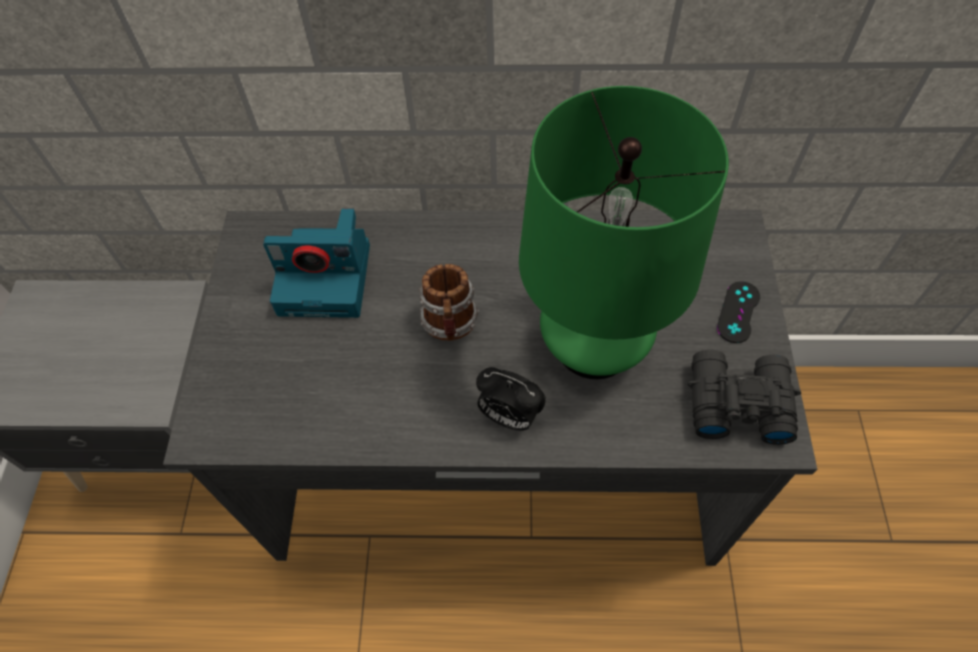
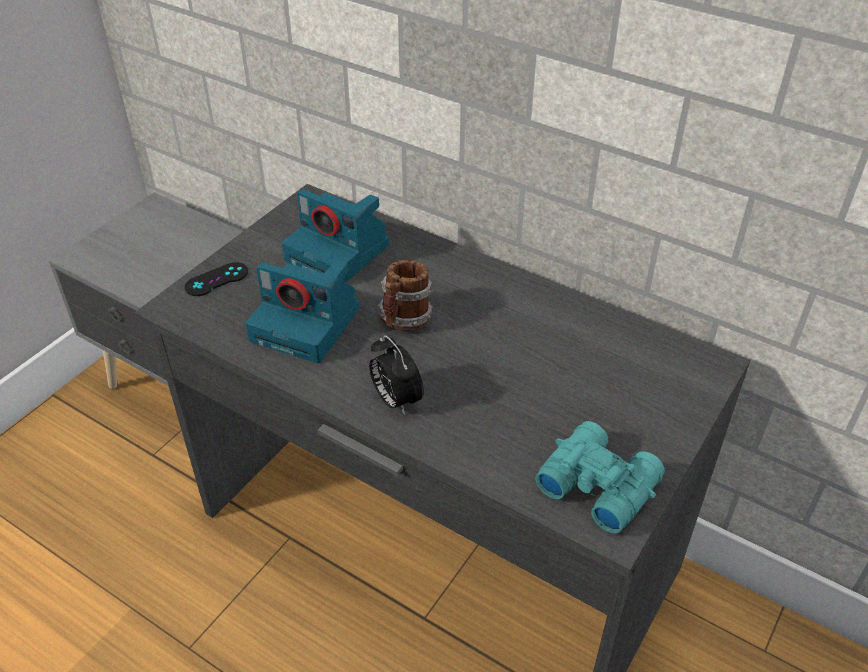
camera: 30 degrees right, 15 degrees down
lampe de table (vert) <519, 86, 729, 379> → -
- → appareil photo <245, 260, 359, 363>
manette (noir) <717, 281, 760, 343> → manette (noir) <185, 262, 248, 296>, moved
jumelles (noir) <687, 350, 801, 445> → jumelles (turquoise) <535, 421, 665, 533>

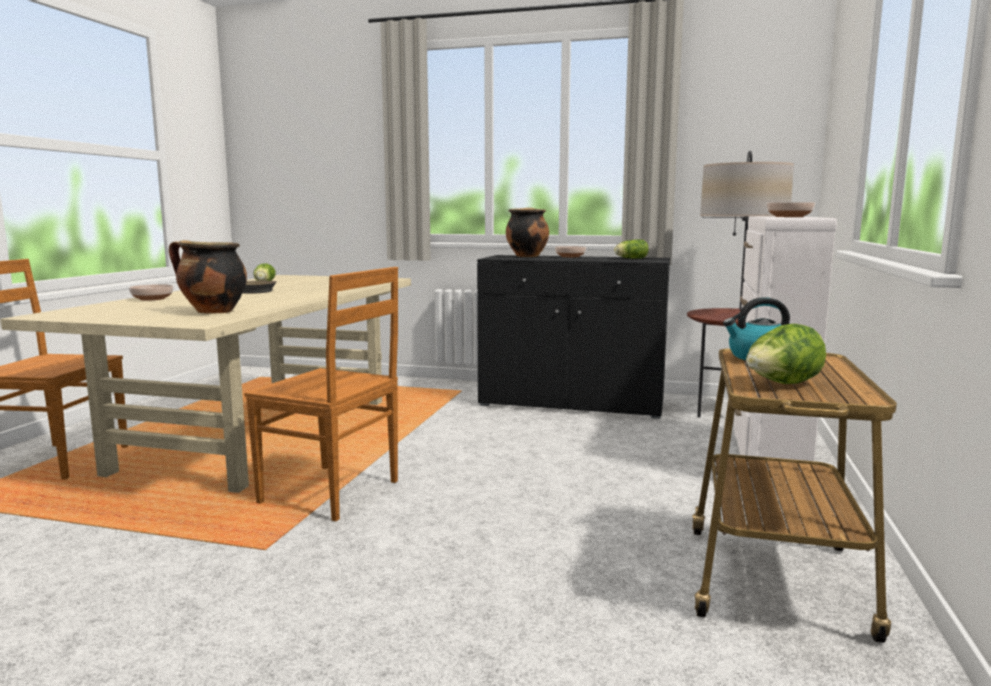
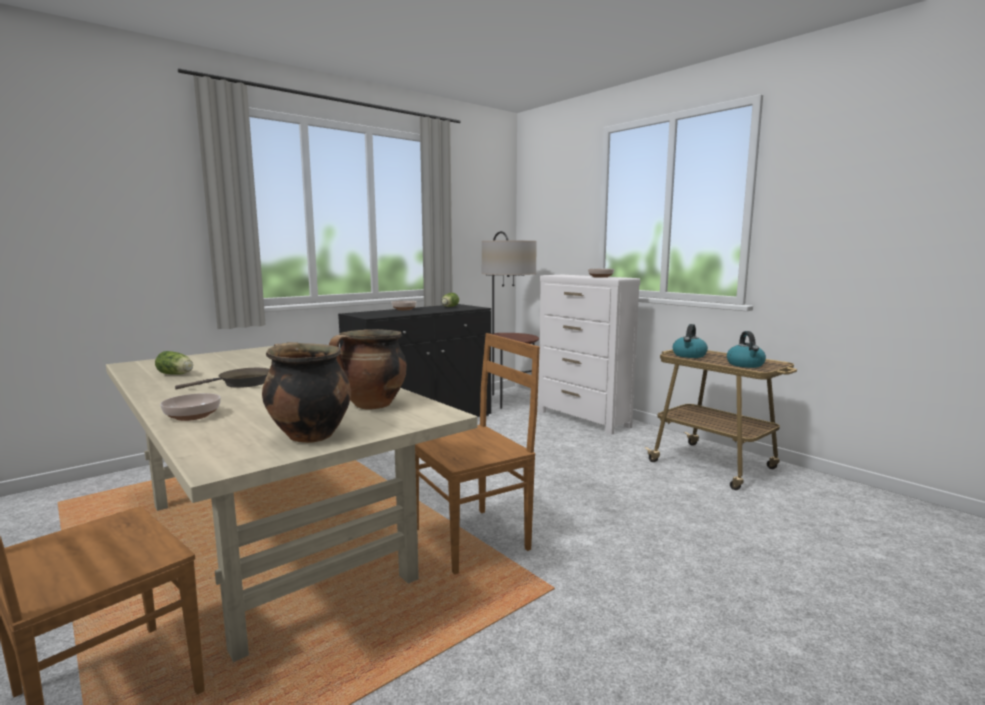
camera: 55 degrees left, 0 degrees up
marmite <506, 208, 549, 257> → marmite <262, 342, 351, 443>, moved
laitue <746, 324, 826, 384> → bouilloire <727, 331, 766, 368>

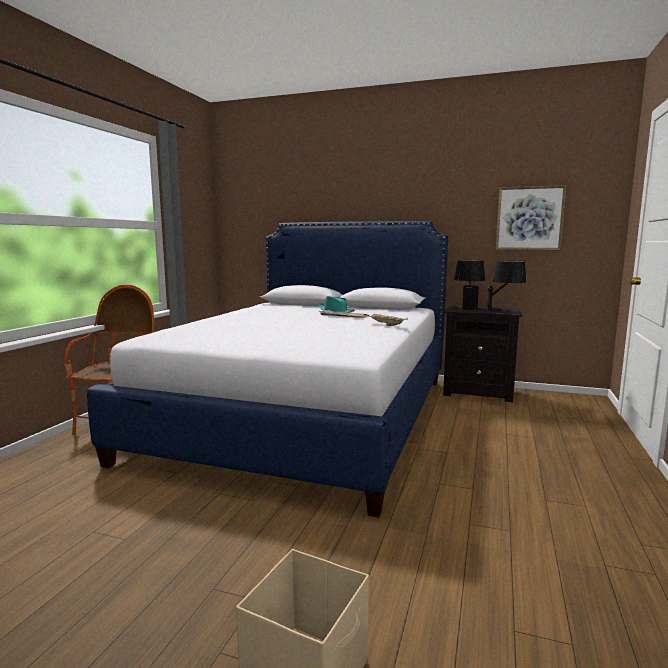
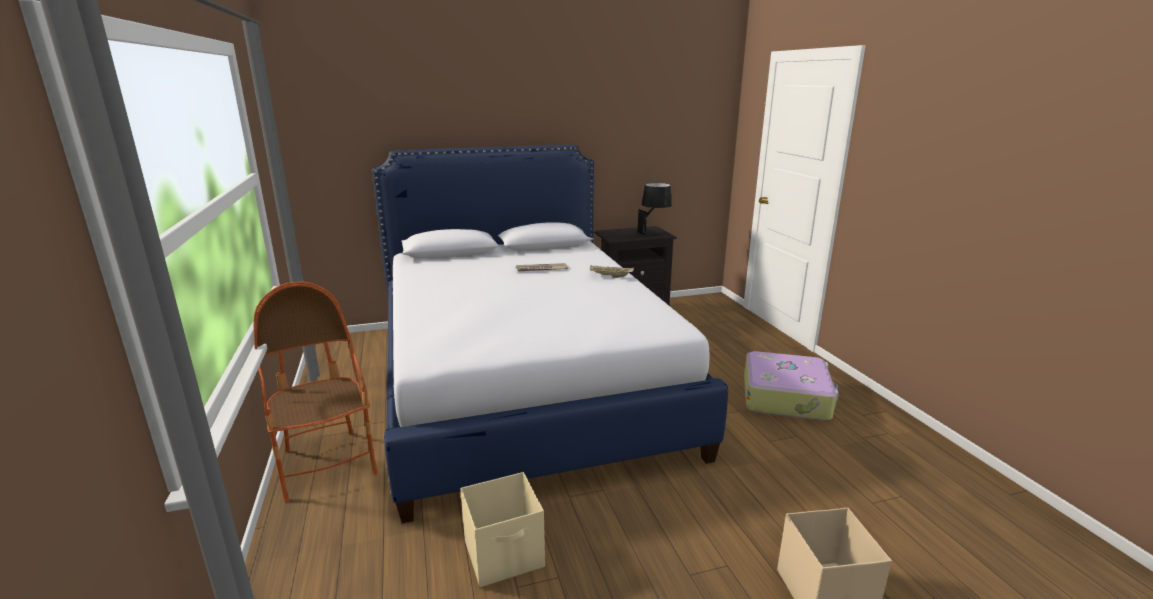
camera: 35 degrees left, 10 degrees up
chapeau (turquoise) <318, 296, 355, 313> → -
lampe de table (noir) <454, 260, 485, 310> → -
tableau <495, 185, 566, 250> → -
- → boîte de rangement (beige) <460, 472, 545, 587>
- → valise <744, 351, 839, 421>

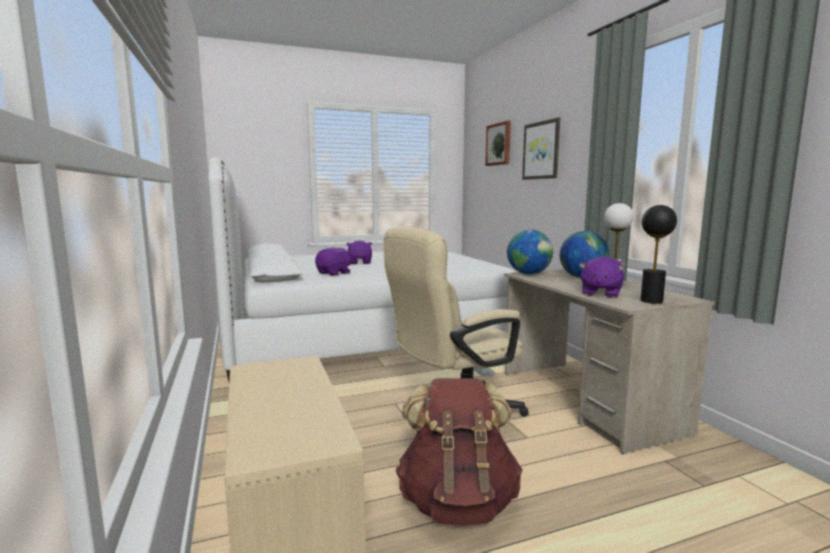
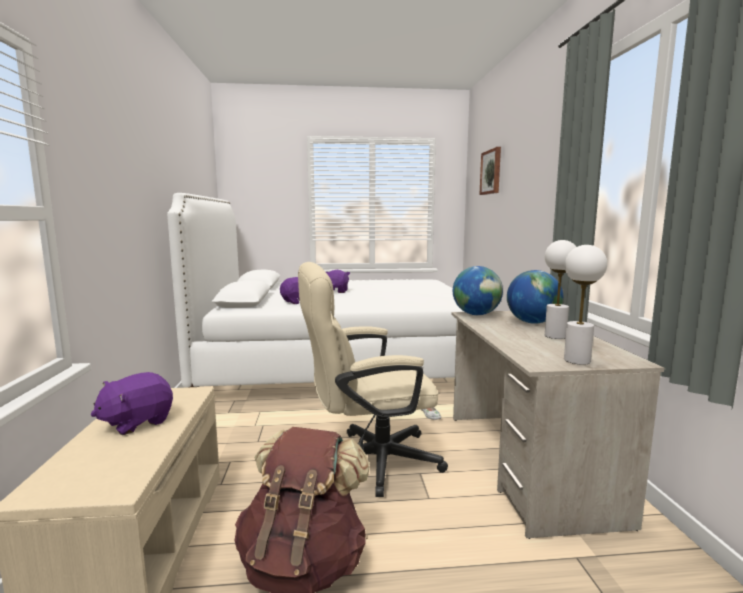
camera: 15 degrees right, 0 degrees up
tableau <522, 118, 560, 180> → -
peluche (violet) <579, 256, 625, 298> → peluche (violet) <91, 372, 173, 435>, moved
lampe de table (noir) <640, 205, 677, 304> → lampe de table (blanc) <564, 245, 607, 365>

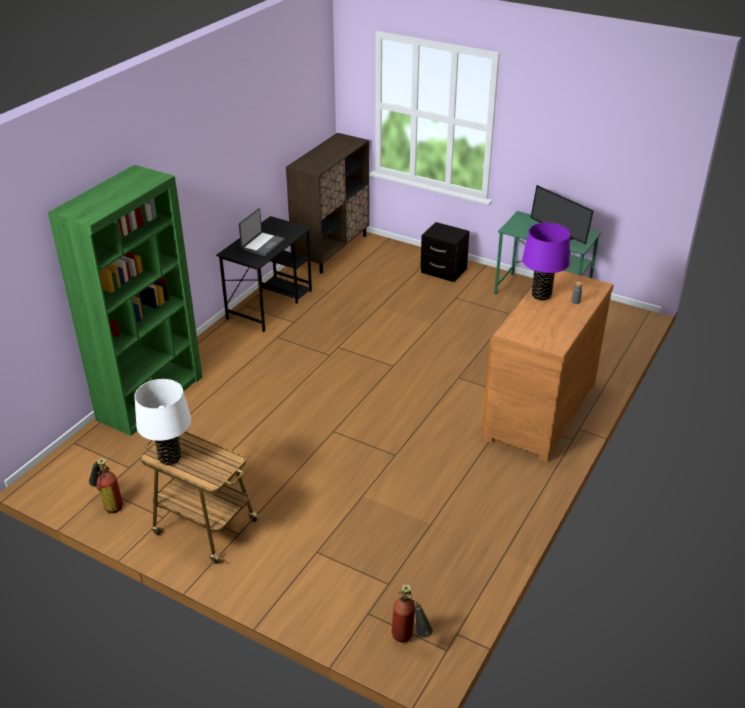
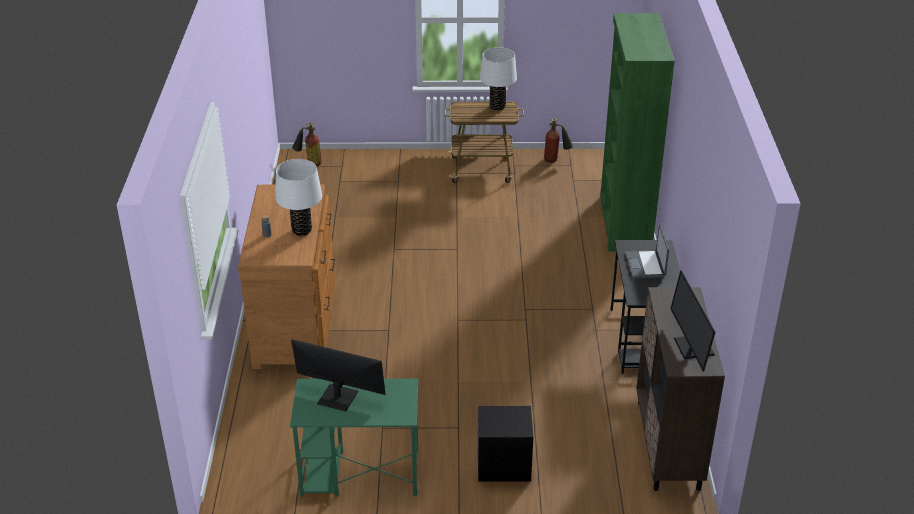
camera: 150 degrees right, 0 degrees up
- → écran d'ordinateur <670, 270, 715, 372>
lampe de table (violet) <522, 222, 570, 301> → lampe de table (blanc) <275, 159, 322, 236>

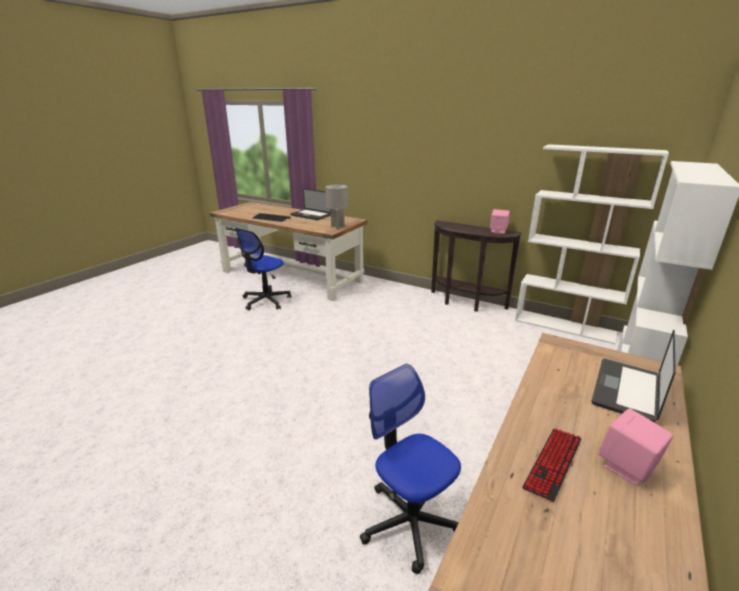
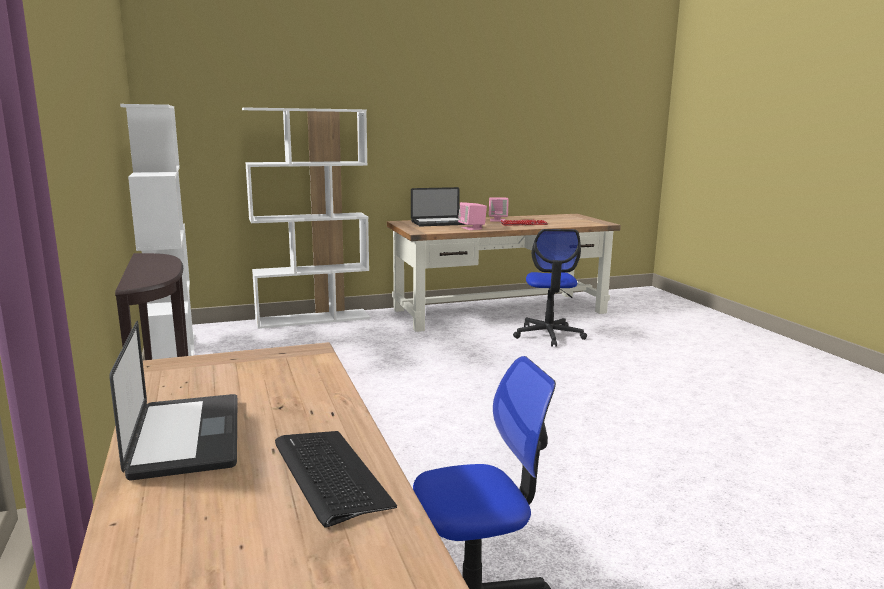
camera: 140 degrees left, 10 degrees down
lampe de table (gris) <325, 184, 348, 229> → -
enceinte (rose) <490, 209, 510, 234> → enceinte (rose) <458, 202, 487, 230>, moved

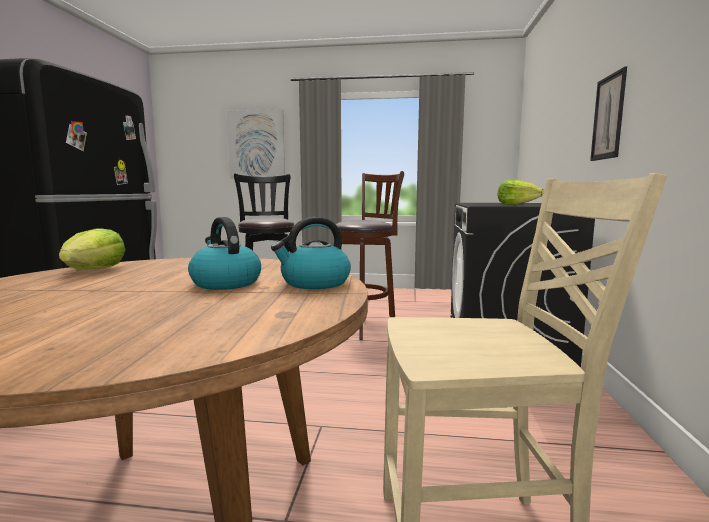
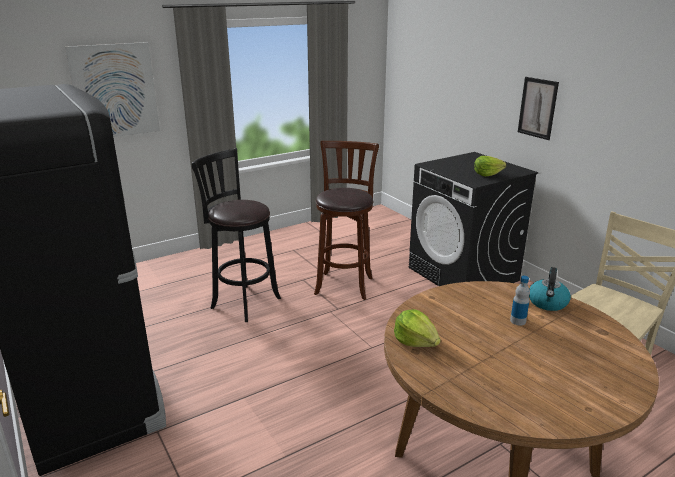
camera: 40 degrees left, 15 degrees up
bouilloire <188, 217, 261, 290> → bouteille <510, 276, 530, 326>

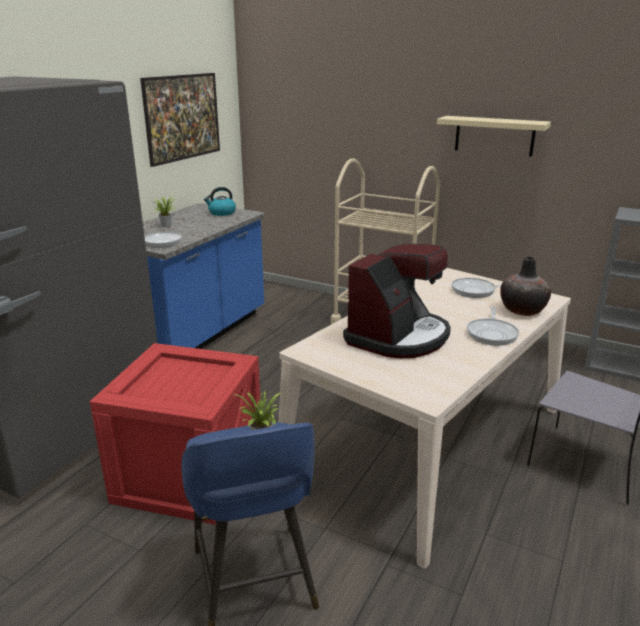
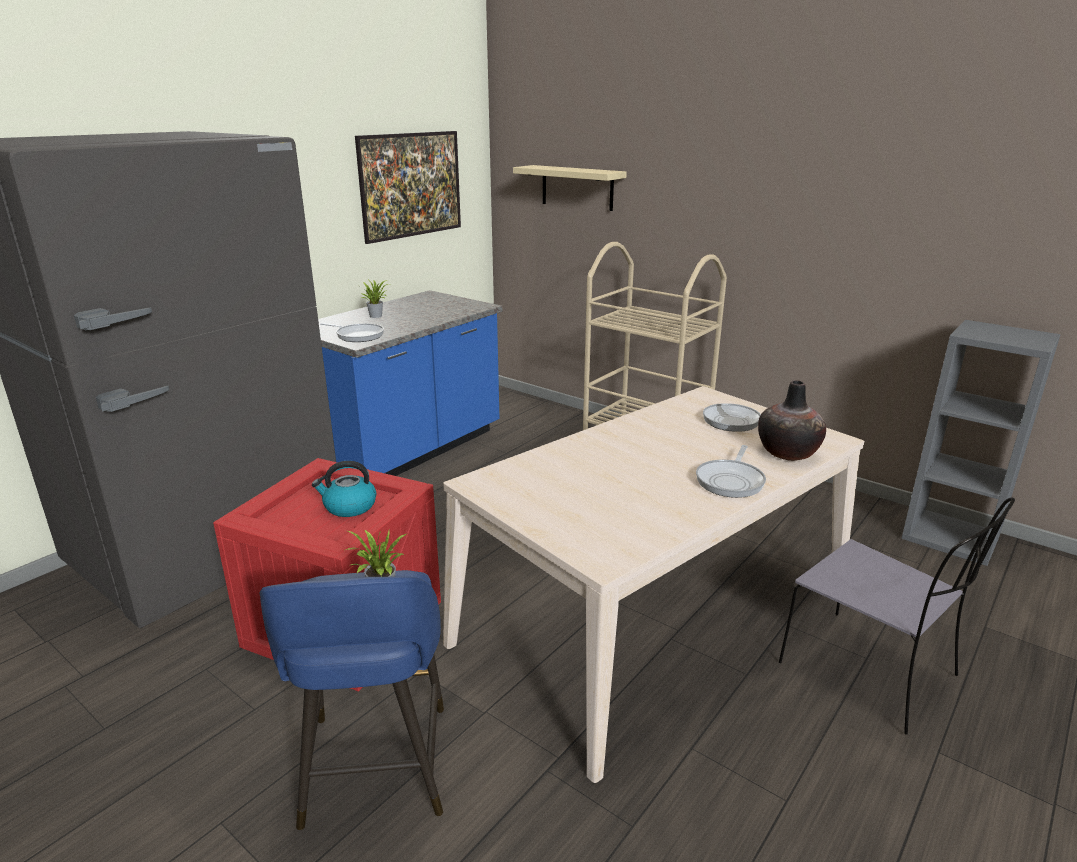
camera: 10 degrees right, 0 degrees up
machine à café <343, 244, 451, 358> → -
bouilloire <204, 187, 236, 216> → bouilloire <312, 461, 376, 517>, moved
étagère (beige) <437, 116, 551, 157> → étagère (beige) <513, 165, 627, 211>, moved

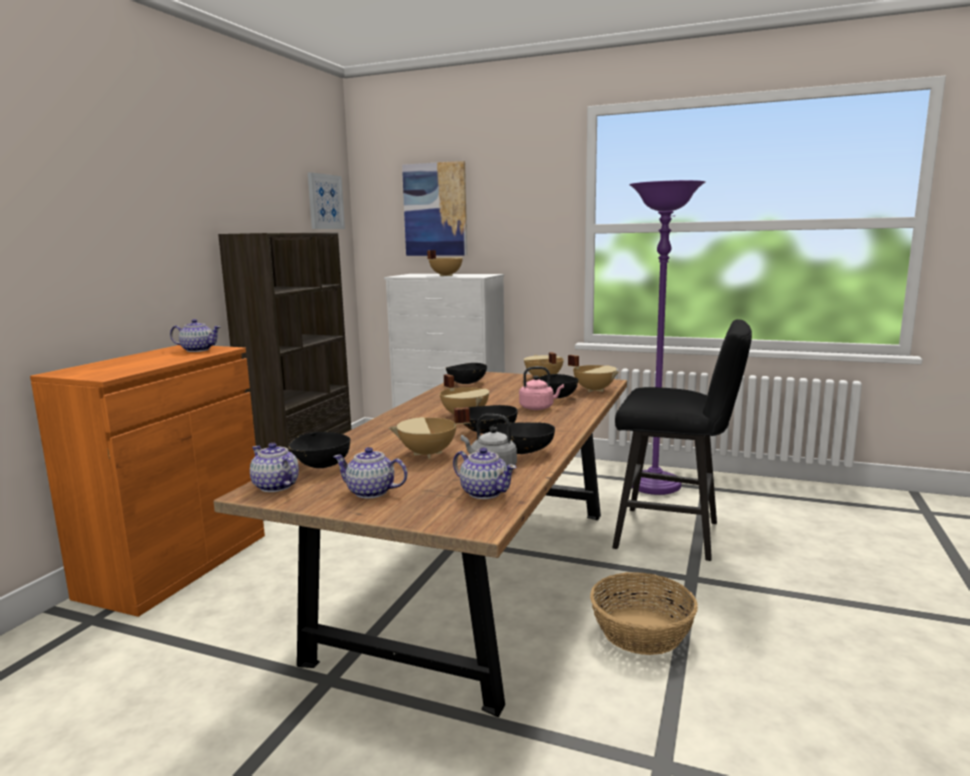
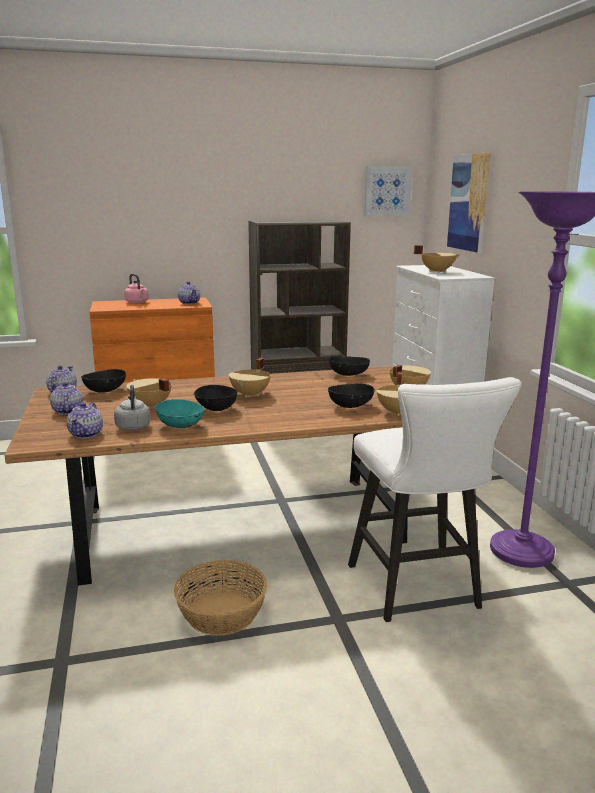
camera: 55 degrees right, 5 degrees up
bouilloire (rose) <519, 366, 564, 410> → bouilloire (rose) <125, 274, 148, 304>, moved
bol (noir) <490, 422, 555, 454> → bol (turquoise) <155, 399, 205, 428>
tabouret (noir) <612, 319, 752, 561> → tabouret (blanc) <348, 377, 521, 622>

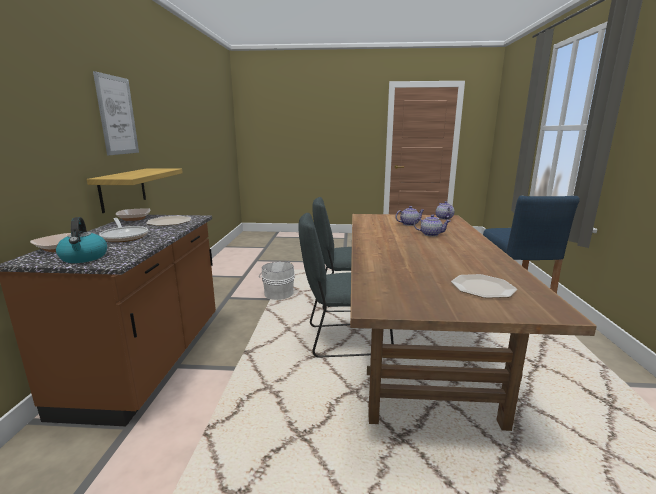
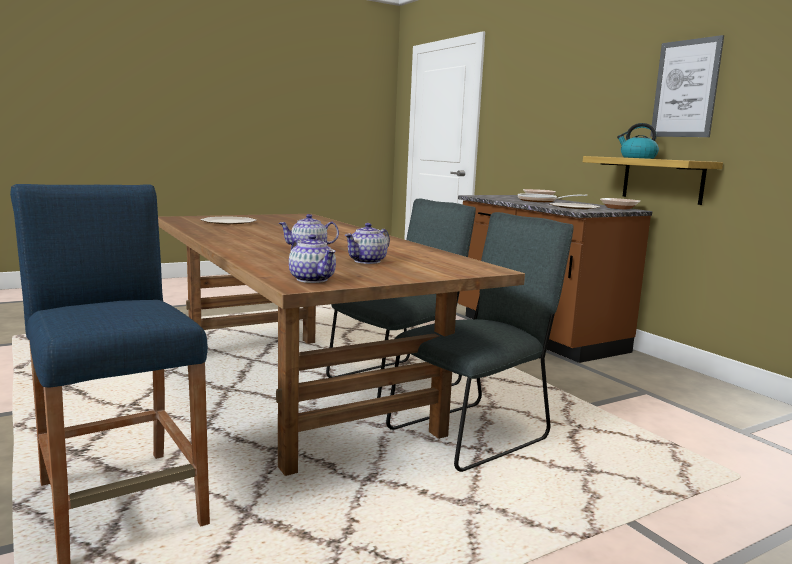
camera: 145 degrees right, 5 degrees down
seau (blanc) <259, 261, 295, 300> → -
bouilloire <56, 217, 107, 263> → bouilloire <617, 123, 659, 159>, moved

